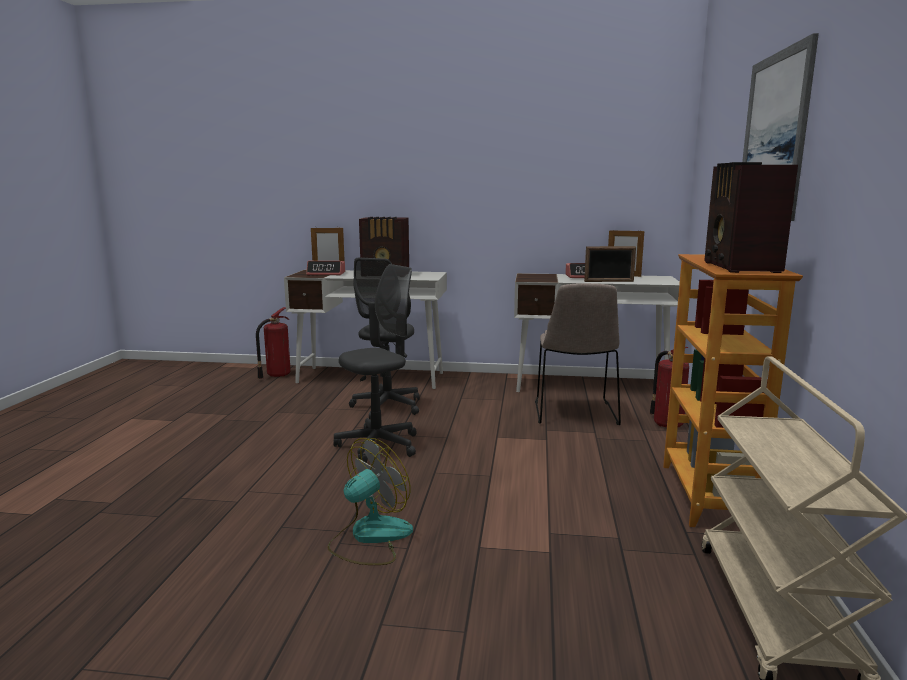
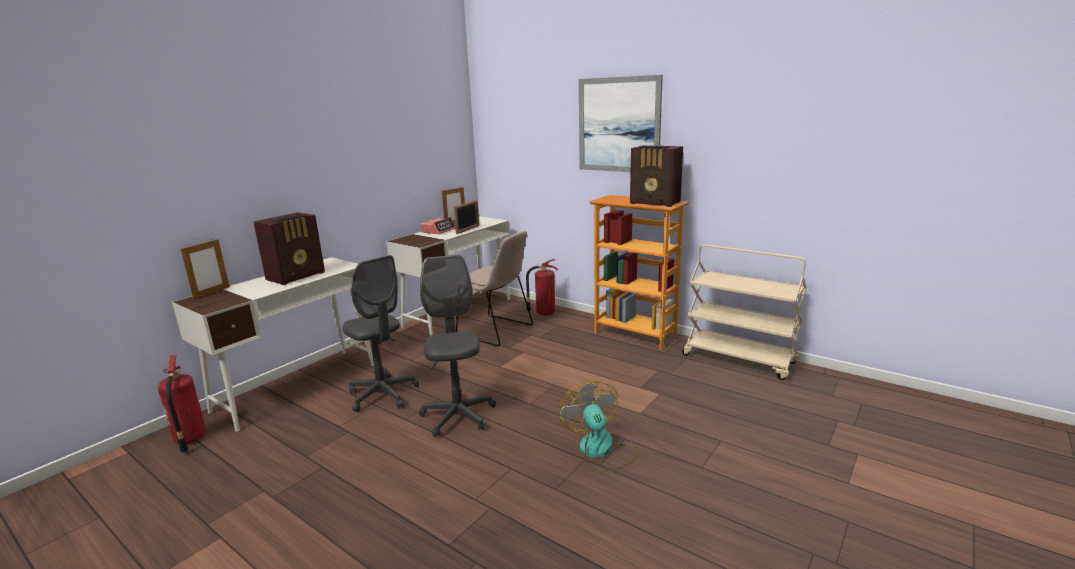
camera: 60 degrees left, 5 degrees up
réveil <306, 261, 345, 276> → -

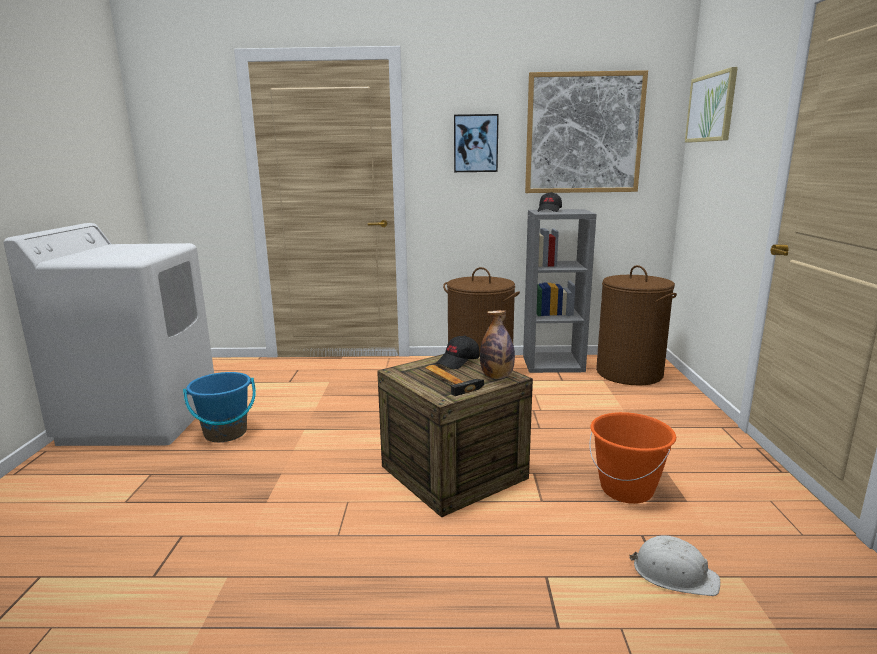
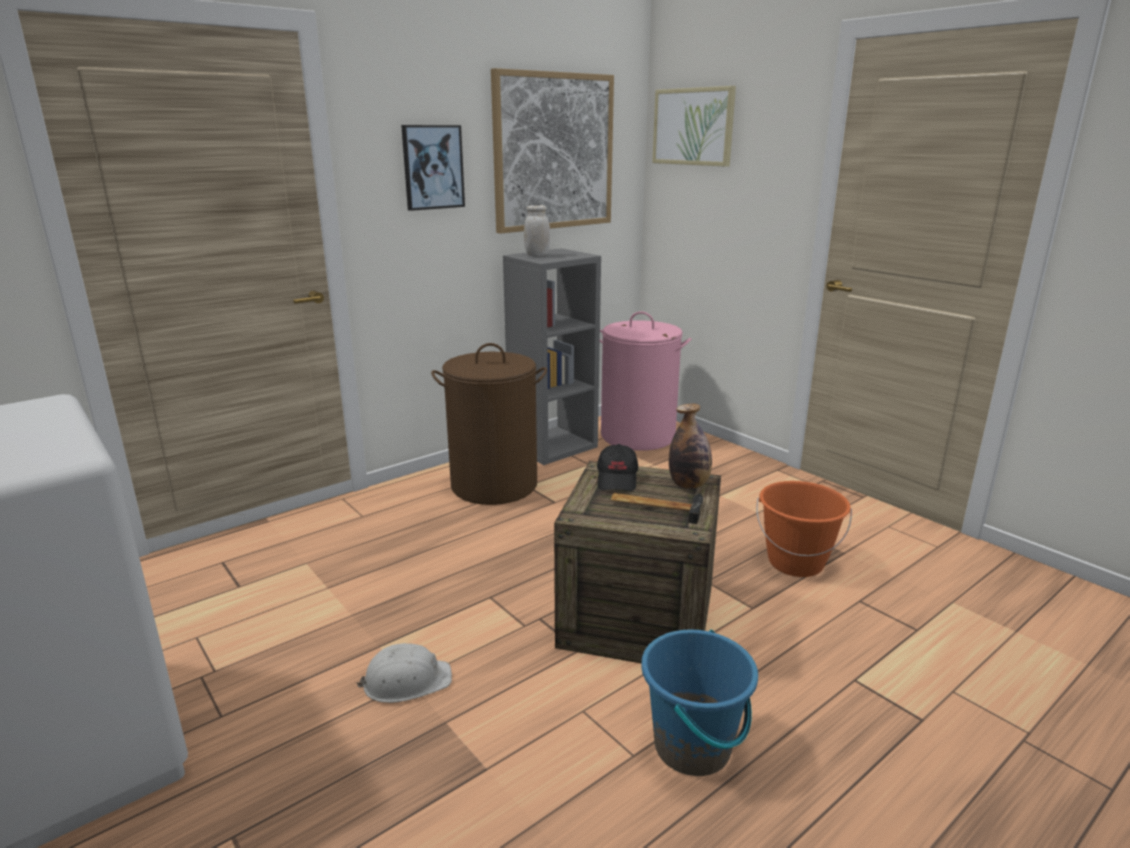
camera: 40 degrees left, 5 degrees up
seau (bleu) <183, 372, 256, 442> → seau (bleu) <641, 629, 758, 776>, moved
casque de chantier (blanc) <629, 535, 720, 596> → casque de chantier (blanc) <356, 643, 452, 703>, moved
casquette (noir) <537, 192, 562, 212> → bocal (blanc) <524, 205, 550, 256>
panier à linge (marron) <596, 265, 677, 386> → panier à linge (rose) <600, 311, 691, 451>

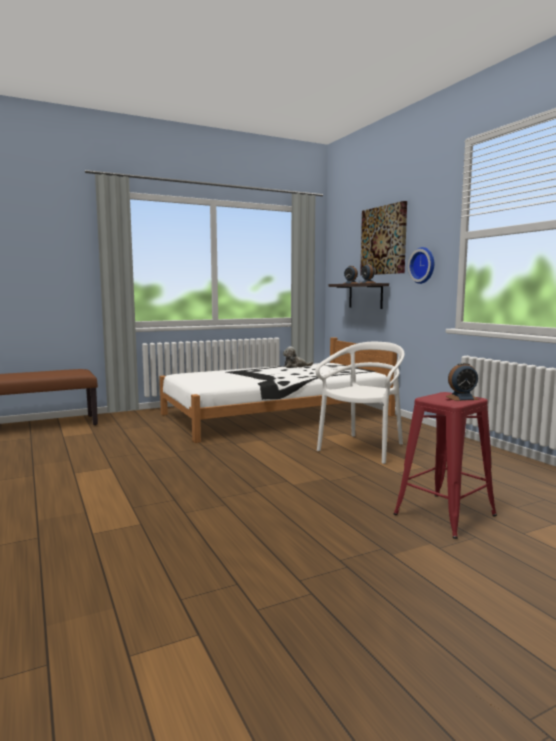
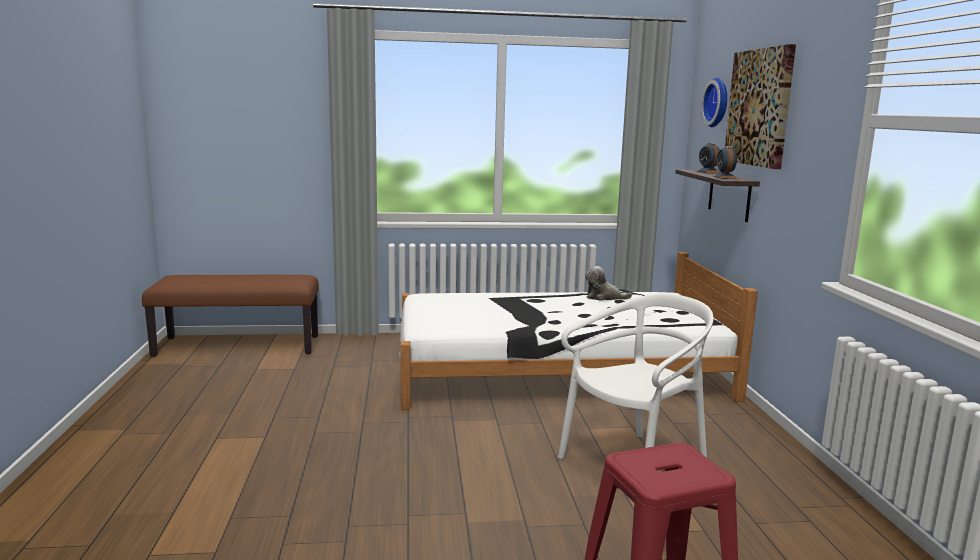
camera: 20 degrees right, 5 degrees up
réveil <445, 363, 479, 401> → -
horloge murale <408, 247, 434, 284> → horloge murale <701, 78, 727, 127>, moved

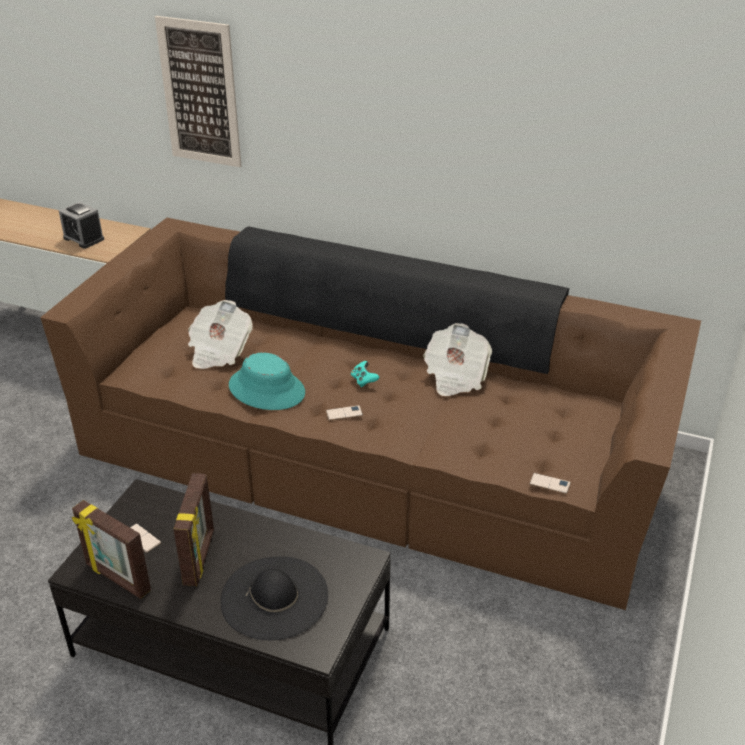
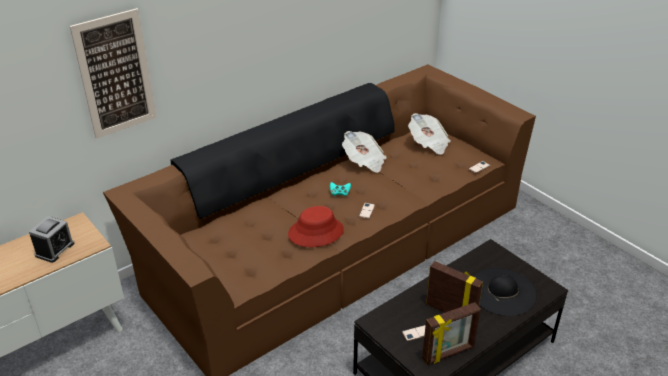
camera: 60 degrees left, 0 degrees up
journal <188, 300, 253, 369> → journal <408, 113, 451, 155>, moved
chapeau (turquoise) <229, 353, 305, 410> → chapeau (rouge) <288, 206, 344, 247>
réveil <59, 202, 104, 249> → réveil <29, 216, 75, 263>, 45 degrees counterclockwise

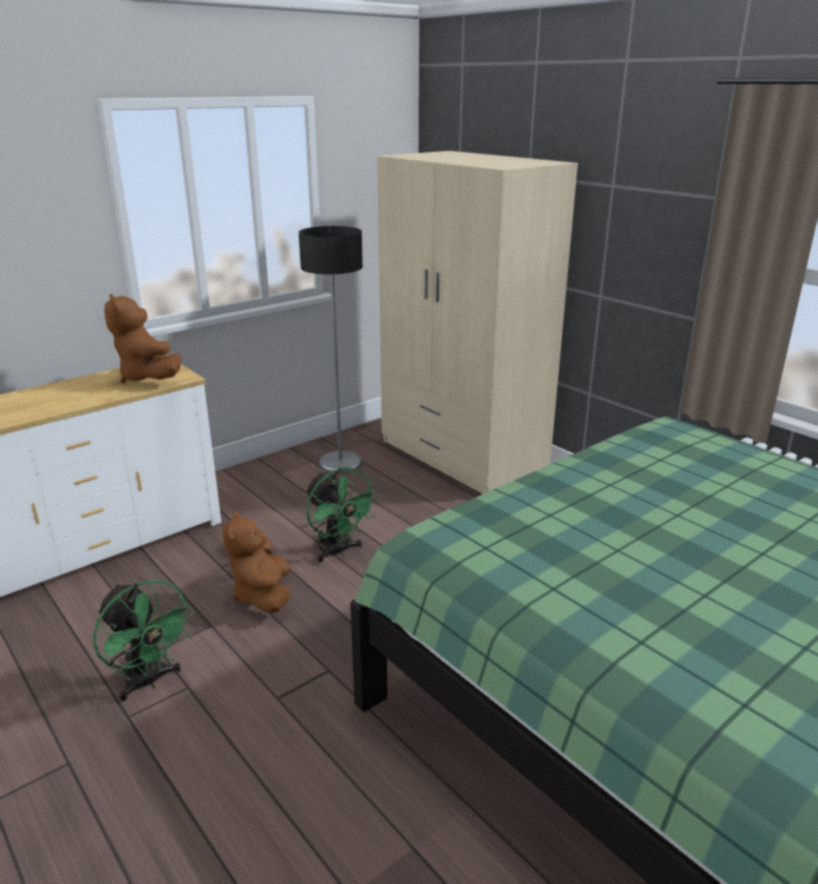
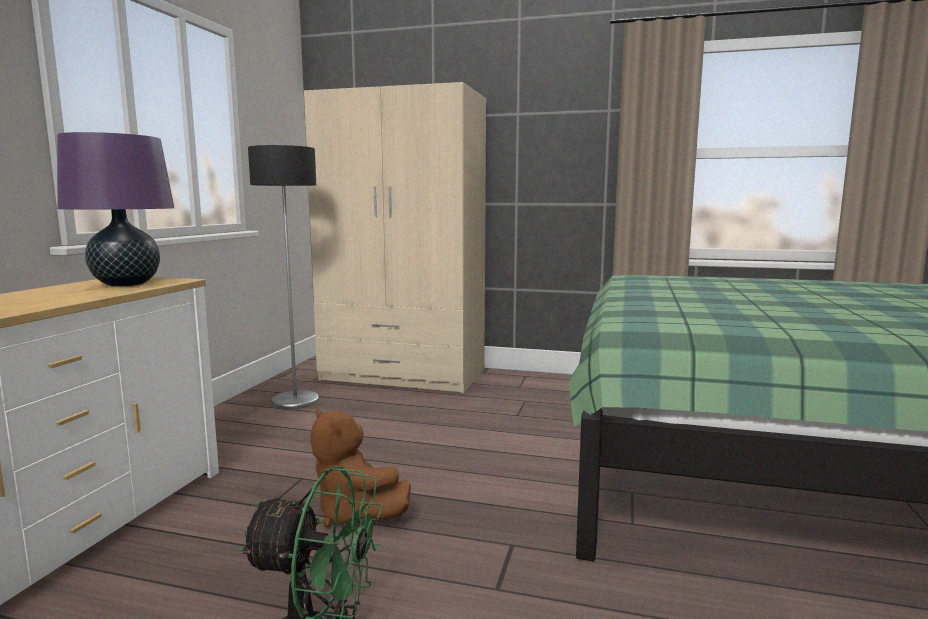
camera: 35 degrees left, 15 degrees down
ventilateur (vert) <306, 468, 379, 562> → -
peluche (marron) <104, 294, 181, 384> → lampe de table (violet) <57, 132, 174, 286>

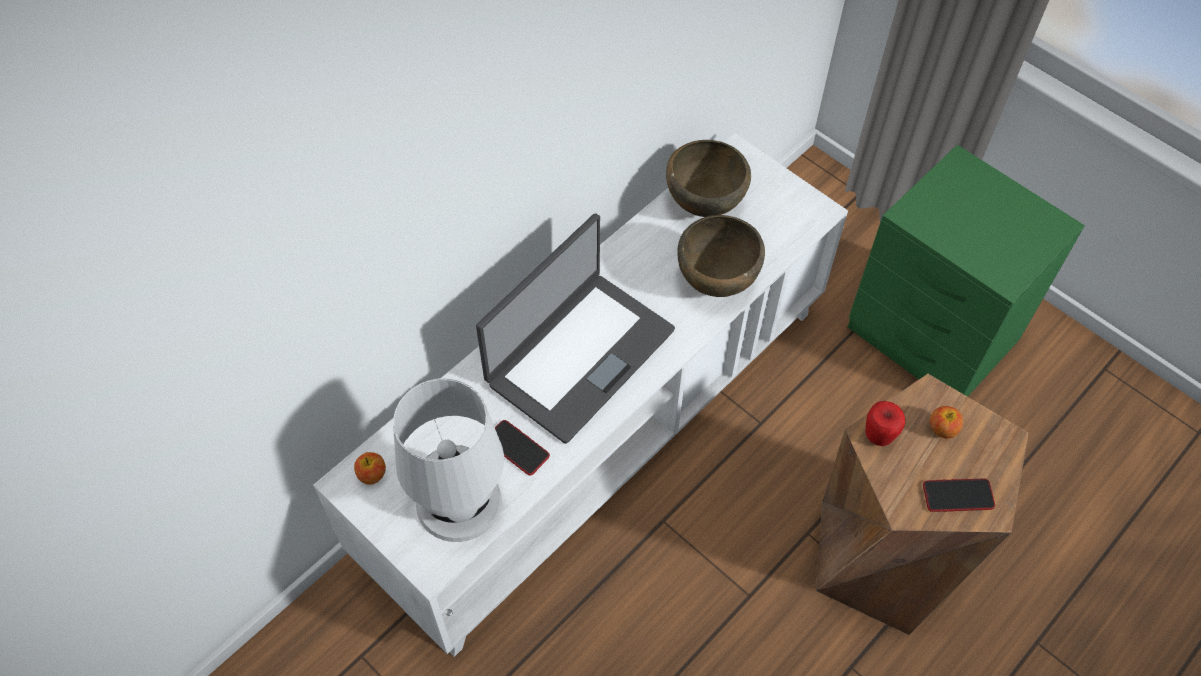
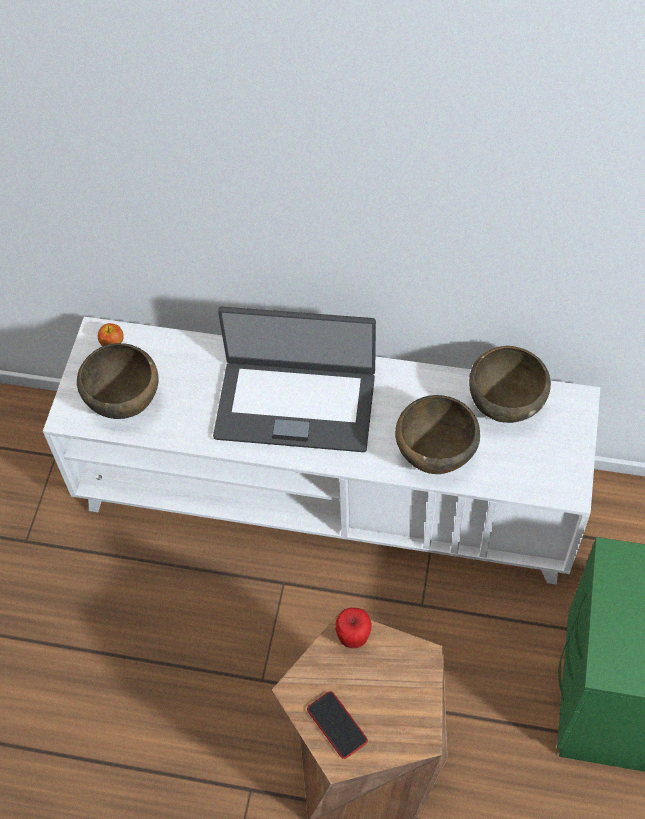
camera: 60 degrees right, 0 degrees up
téléphone <495, 420, 550, 475> → -
pomme <930, 406, 963, 439> → -
lampe de table (blanc) <393, 378, 504, 542> → bol (marron) <77, 343, 158, 419>

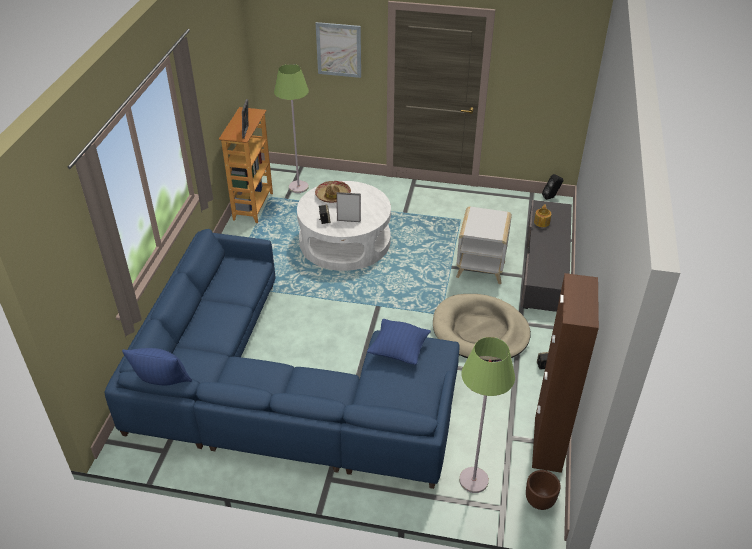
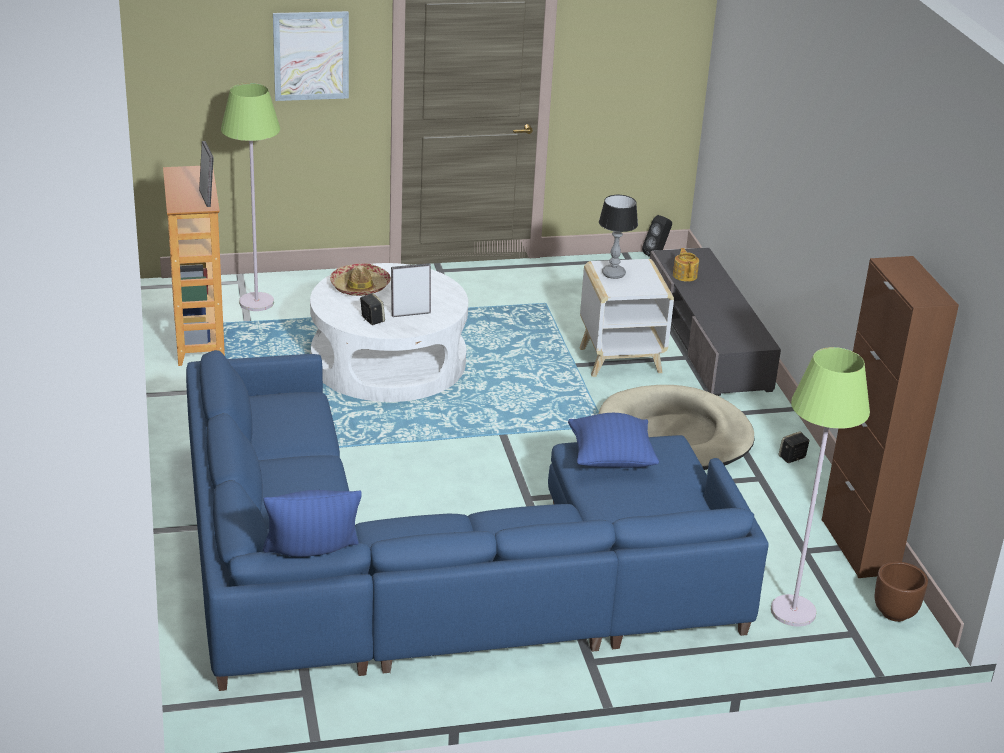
camera: 25 degrees left, 10 degrees down
- → lampe de table <599, 195, 638, 279>

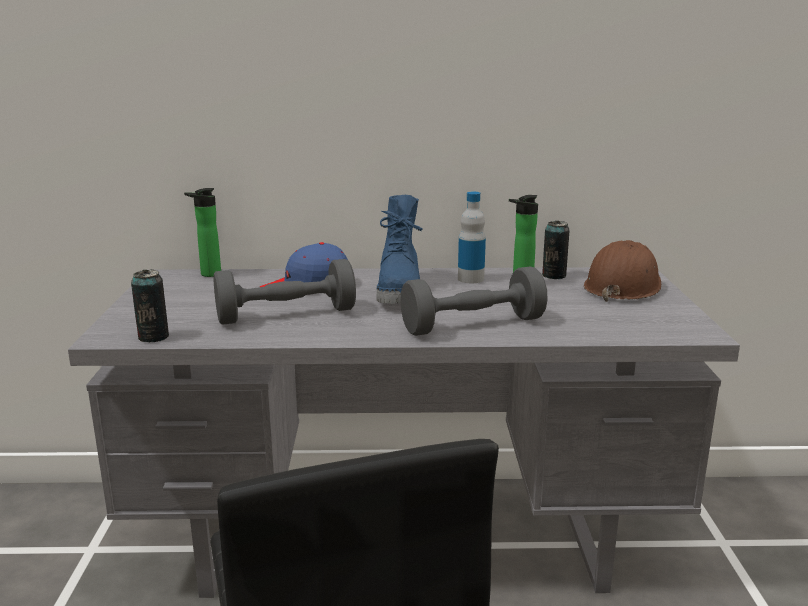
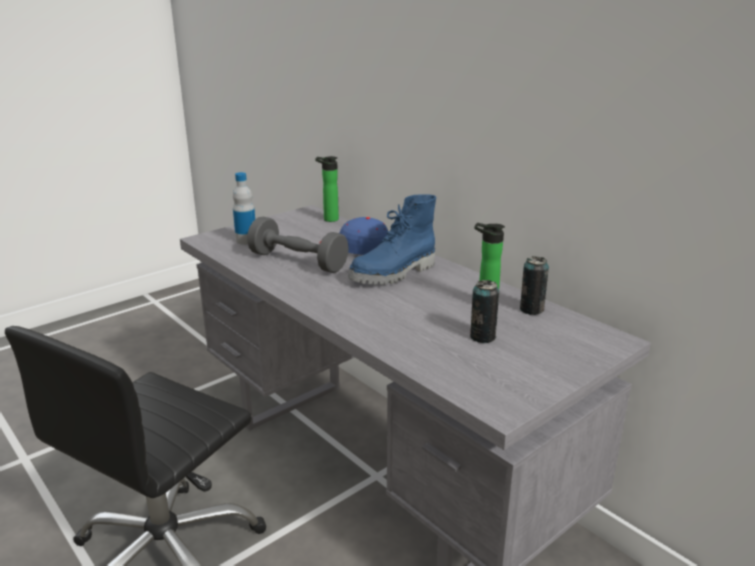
camera: 50 degrees right, 5 degrees up
haltère (gris) <400, 267, 548, 336> → -
casque de chantier (marron) <584, 240, 661, 302> → -
boîte métallique <131, 269, 169, 342> → boîte métallique <470, 280, 500, 343>, moved
bouteille <458, 191, 486, 283> → bouteille <233, 172, 255, 245>, moved

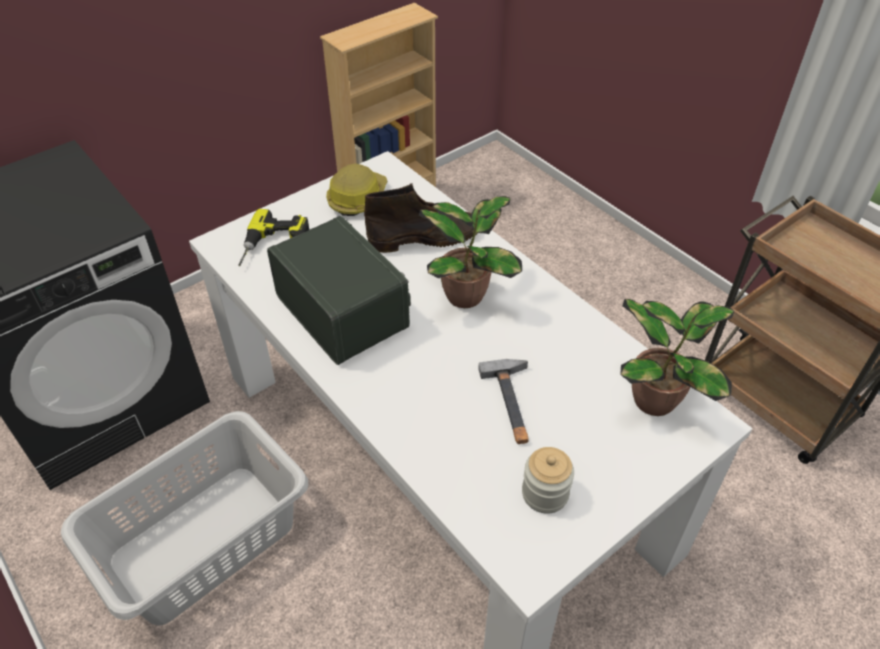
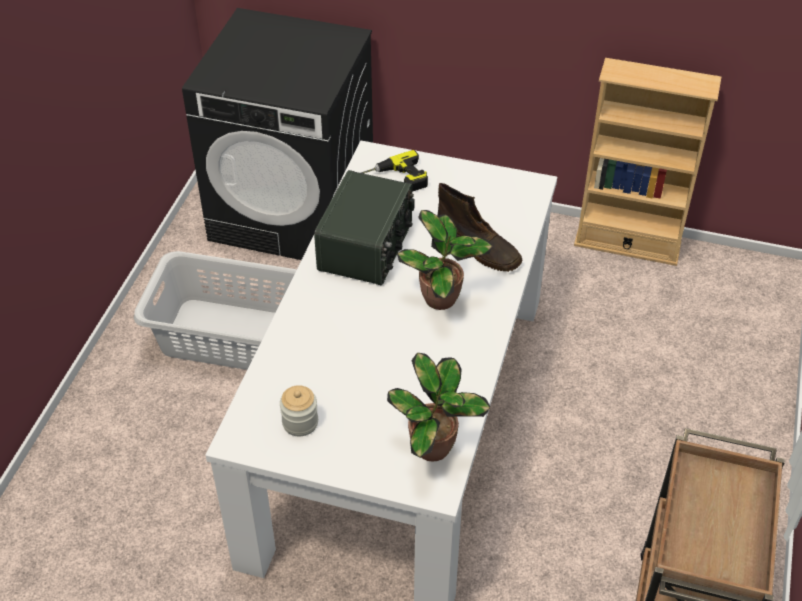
camera: 55 degrees right, 0 degrees up
casque de chantier <326, 164, 387, 216> → -
marteau <478, 359, 529, 444> → -

